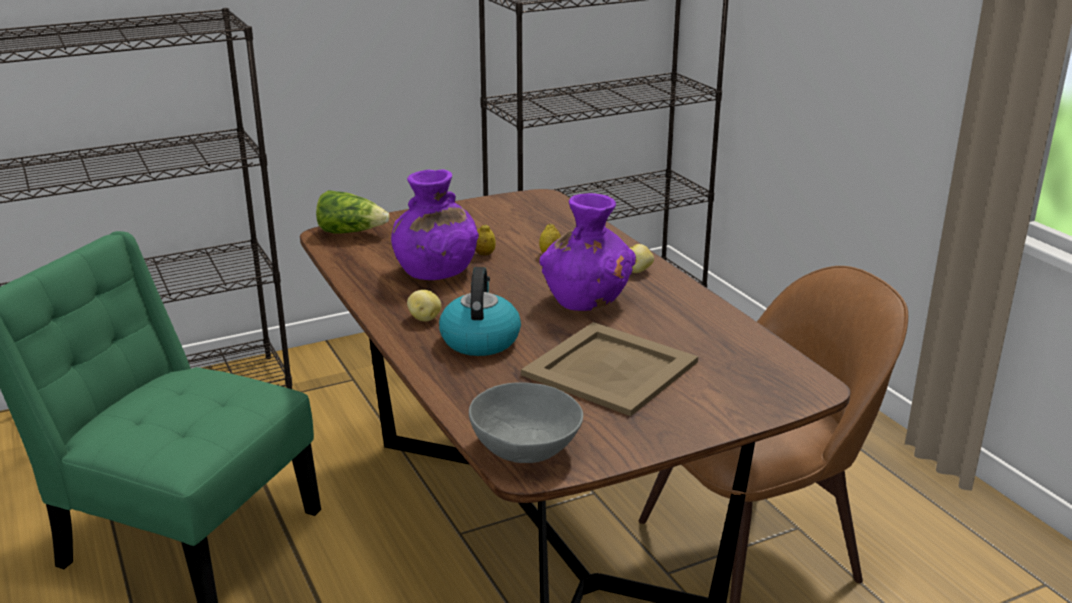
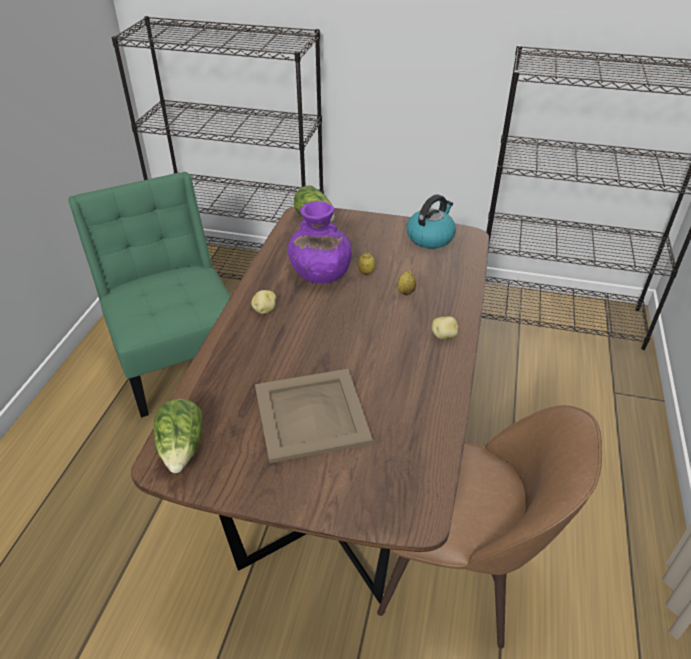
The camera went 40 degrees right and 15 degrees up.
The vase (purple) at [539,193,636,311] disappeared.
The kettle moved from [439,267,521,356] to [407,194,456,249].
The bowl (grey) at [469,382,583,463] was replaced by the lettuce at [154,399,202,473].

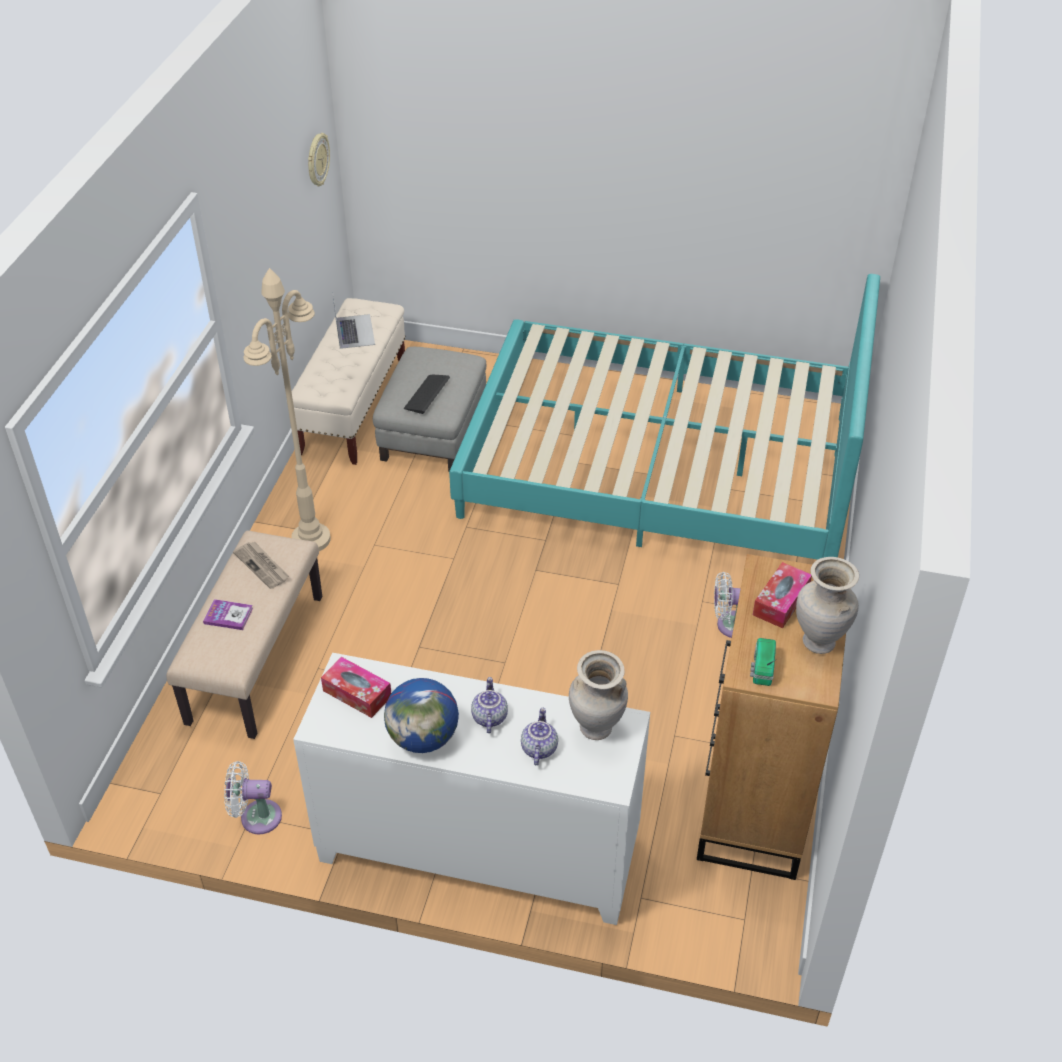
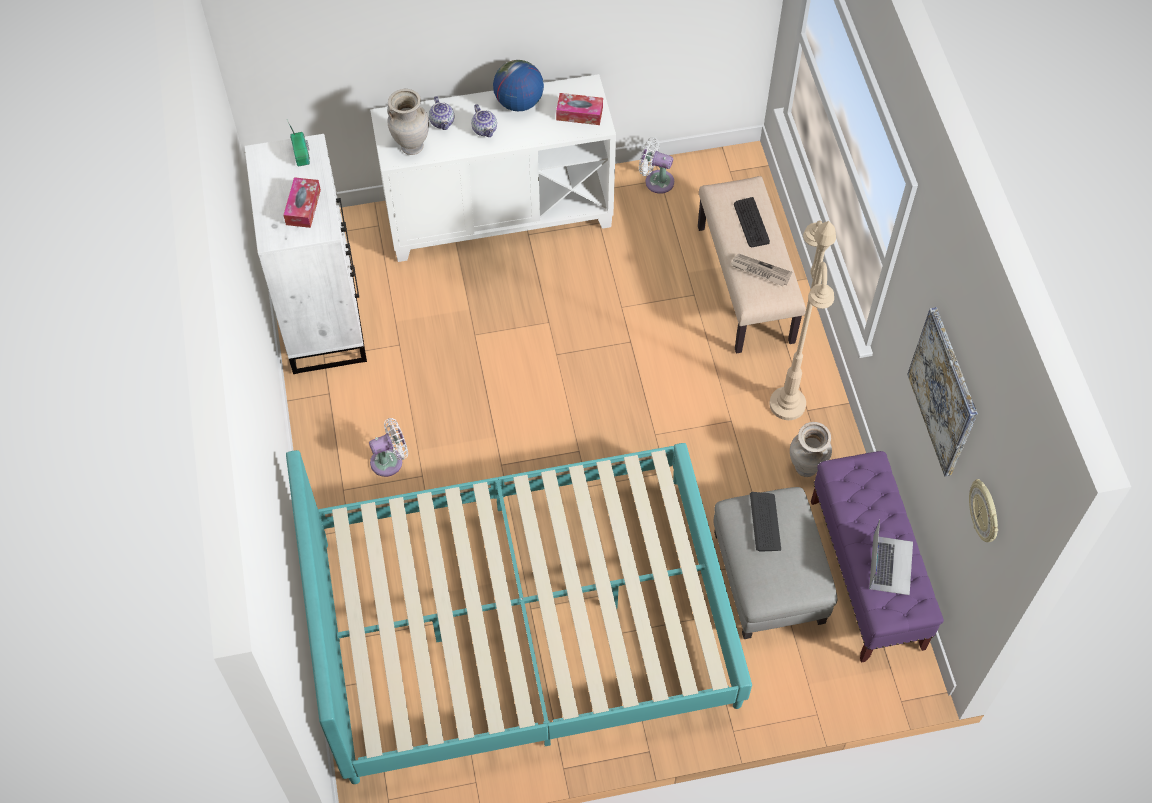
The camera went 155 degrees right and 15 degrees up.
The picture at [907,307,978,477] appeared.
The vase (beige) moved from [796,557,859,654] to [790,422,832,477].
The book at [203,599,253,630] was replaced by the keyboard at [734,197,770,247].
The bench (beige) at [292,298,405,465] became the bench (purple) at [811,451,944,663].
The dresser (brown) at [697,554,851,880] became the dresser (white) at [244,134,367,374].
The fan (white) at [224,761,282,834] turned 135 degrees counterclockwise.
The laptop at [332,291,375,349] turned 135 degrees counterclockwise.

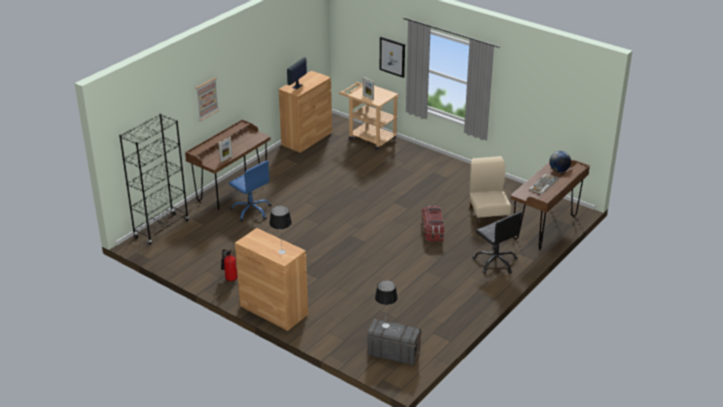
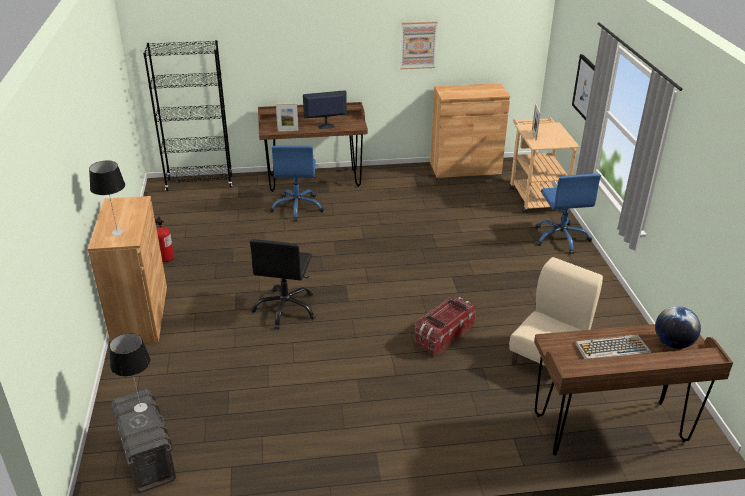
The camera went 45 degrees right and 0 degrees up.
The office chair (blue) at [536,174,601,254] appeared.
The picture moved from [196,77,219,121] to [400,21,438,69].
The monitor moved from [287,57,307,89] to [303,90,347,129].
The office chair (black) moved from [473,212,522,274] to [250,239,316,330].

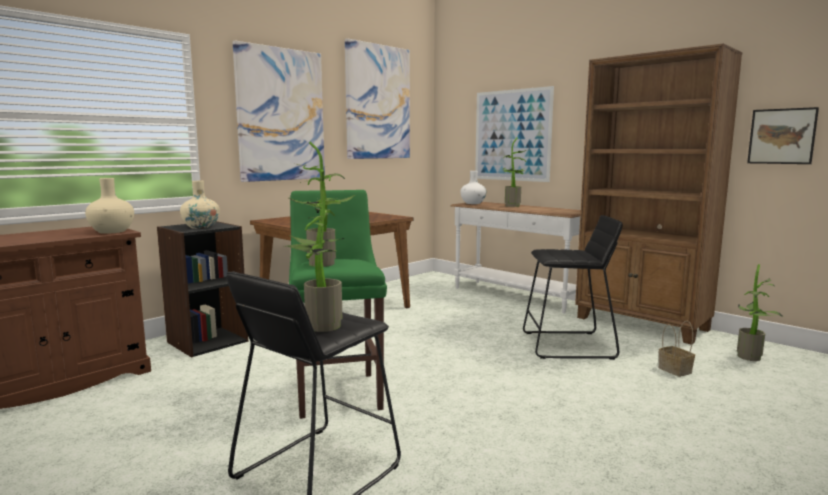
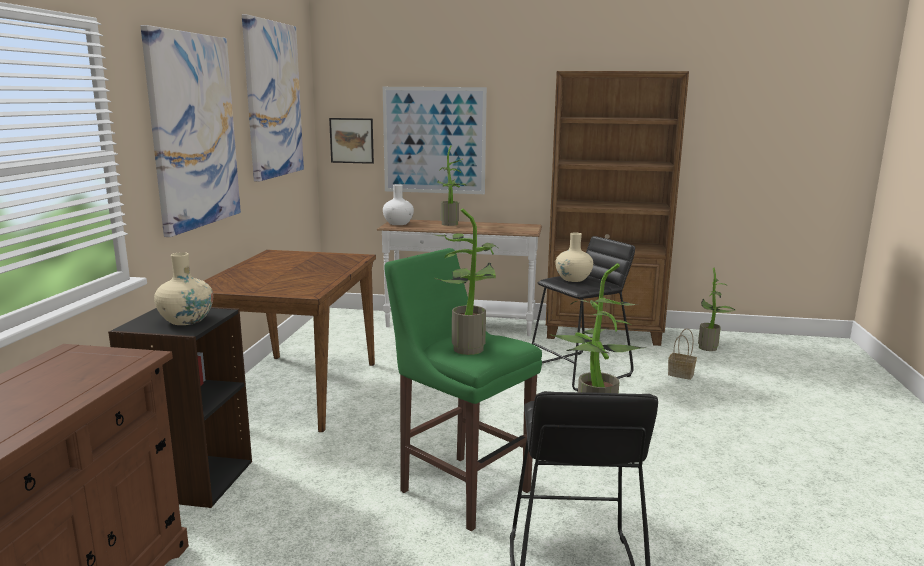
The camera went 35 degrees left and 5 degrees up.
The vase (beige) moved from [85,178,134,234] to [555,232,593,282].
The picture moved from [747,107,819,164] to [329,118,374,164].

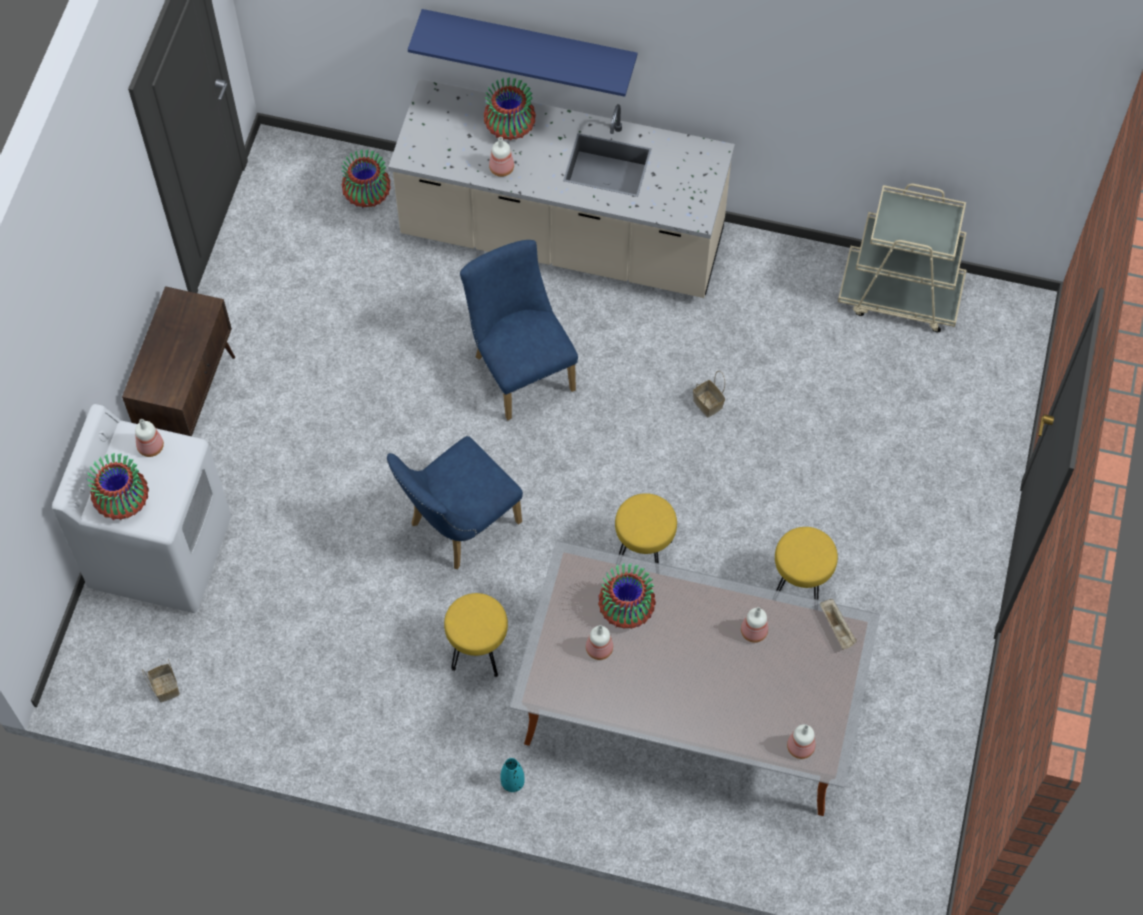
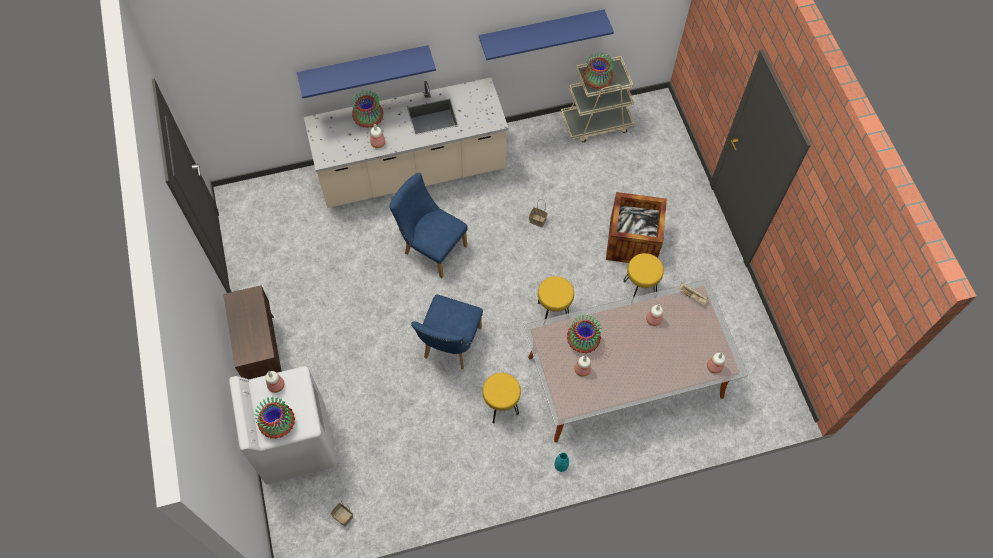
The camera went 30 degrees left and 0 degrees up.
The shelf (blue) at [479,9,614,60] appeared.
The crate at [606,192,667,263] appeared.
The vase moved from [341,149,390,208] to [583,52,614,89].

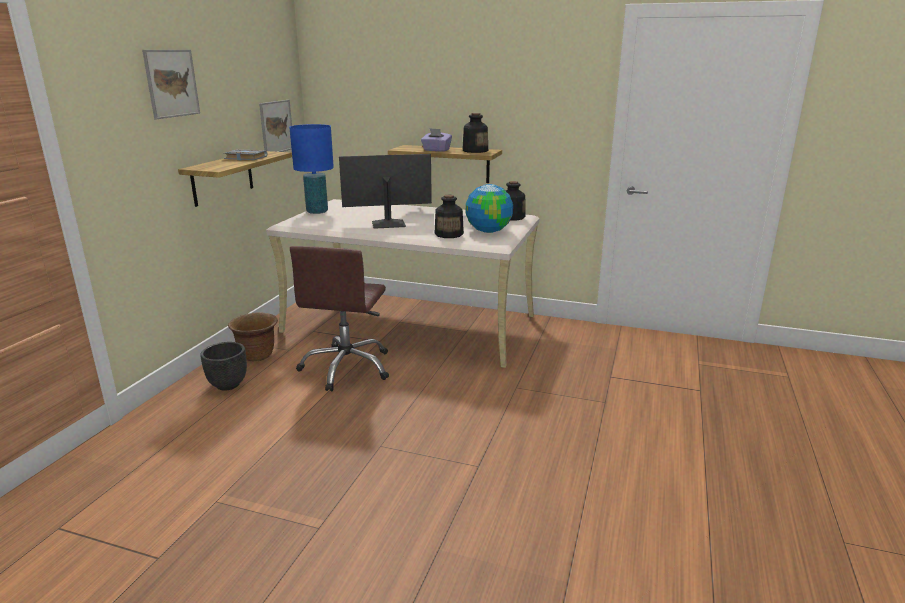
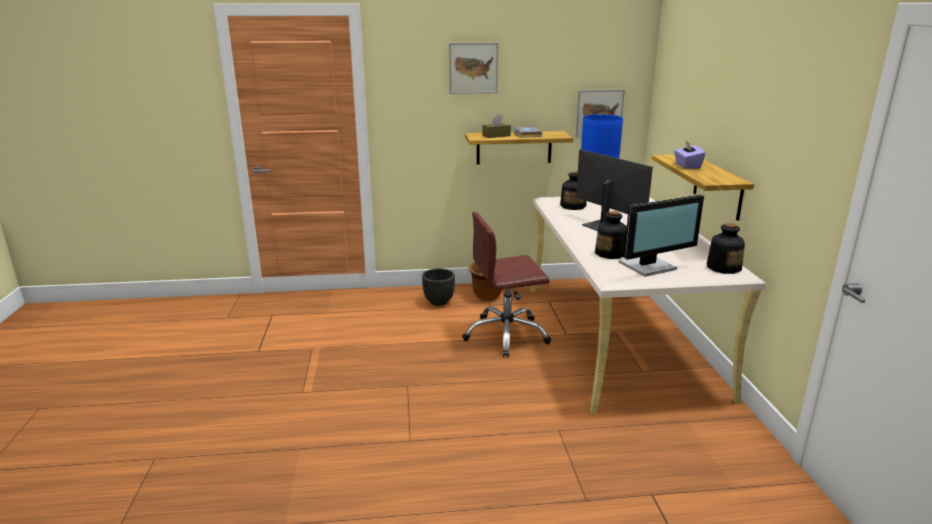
The camera went 65 degrees right and 0 degrees up.
The tissue box (brown) at [482,114,511,138] appeared.
The bottle moved from [463,113,488,153] to [560,171,587,210].
The globe at [466,184,513,233] was replaced by the monitor at [619,194,704,277].

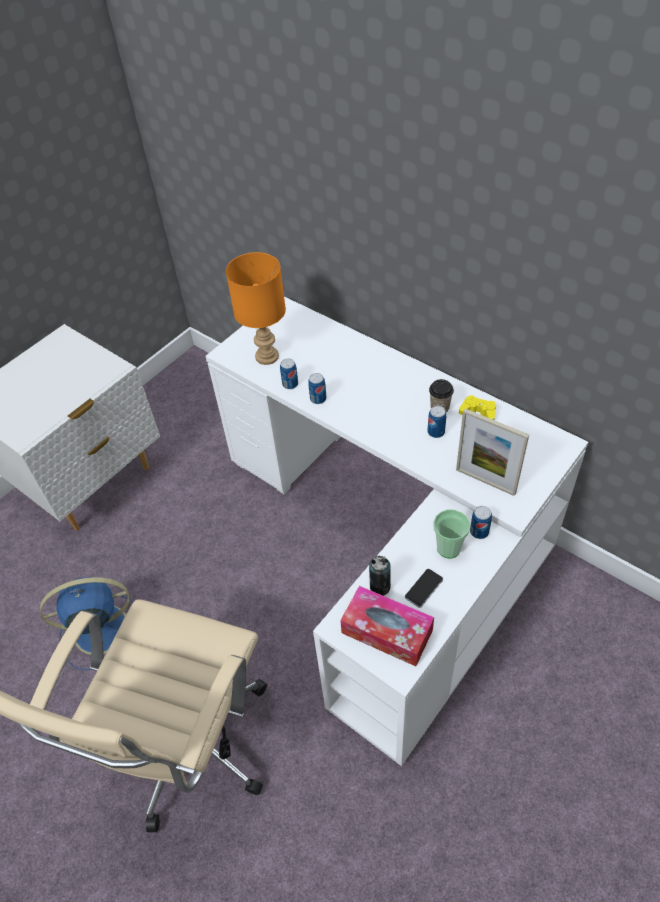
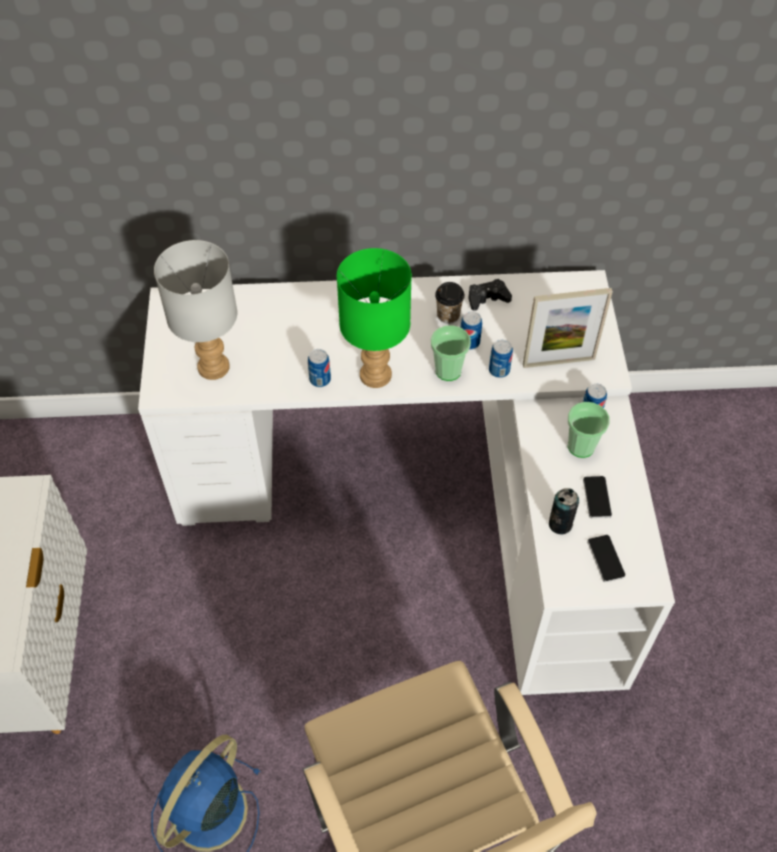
The camera went 45 degrees left and 5 degrees up.
The table lamp (green) at [337,248,412,388] appeared.
The cup at [431,325,471,381] appeared.
The can moved from [280,358,298,389] to [489,339,513,378].
The tissue box at [340,586,434,666] was replaced by the phone at [587,535,626,582].
The table lamp (orange) at [226,252,286,365] became the table lamp (grey) at [154,240,238,380].
The game controller (yellow) at [459,395,496,420] became the game controller (black) at [469,279,512,310].

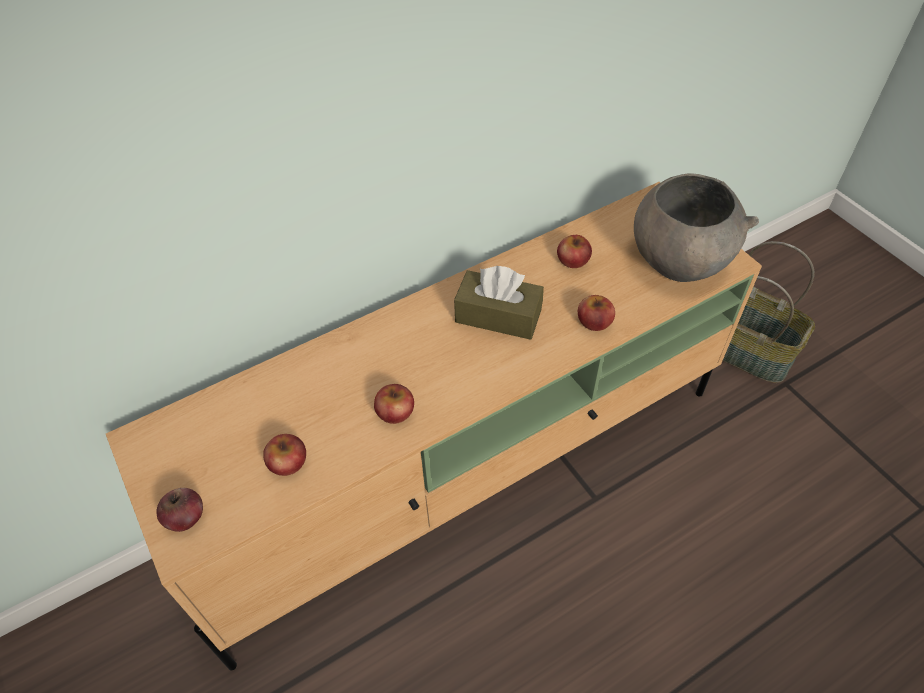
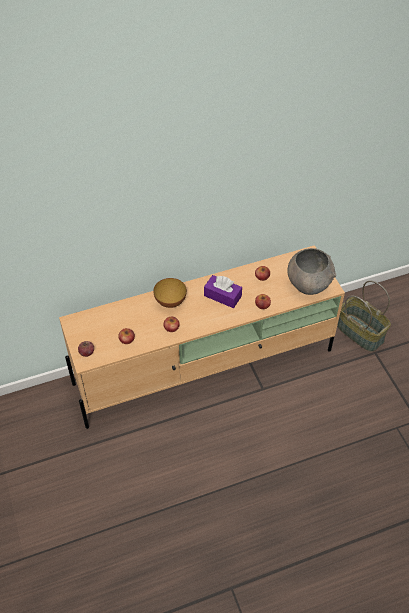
The camera went 10 degrees right and 0 degrees up.
The bowl at [153,278,187,308] appeared.
The tissue box (brown) at [454,266,544,340] became the tissue box (purple) at [204,275,242,308].

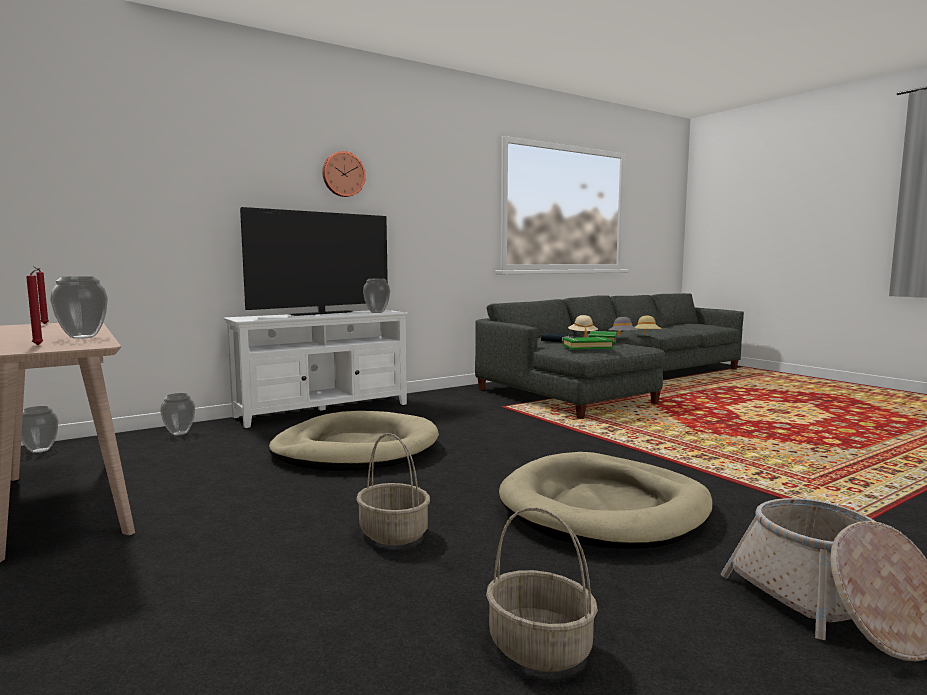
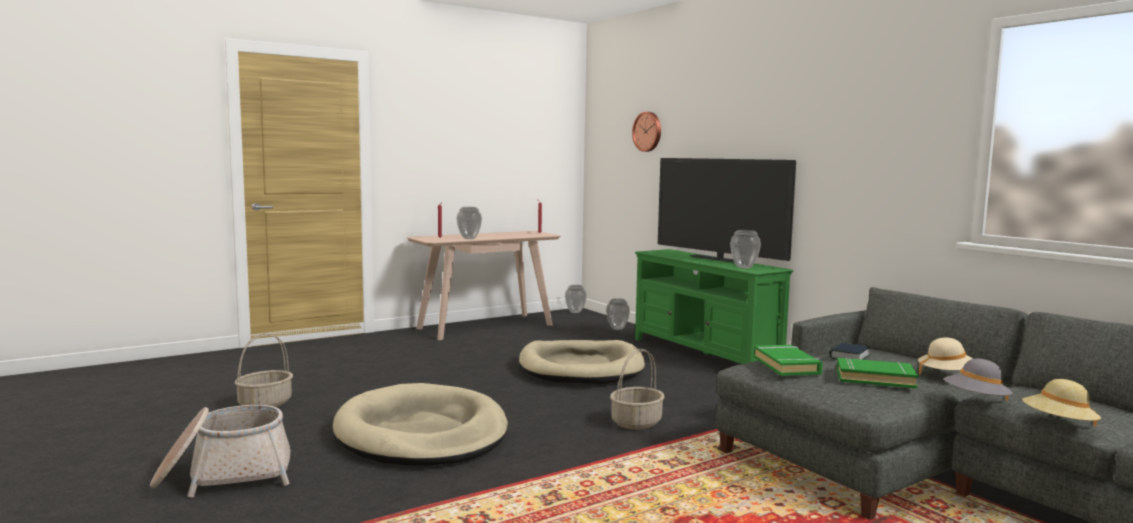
The camera went 90 degrees right and 0 degrees up.
The wall clock moved from [322,151,366,197] to [632,112,661,152].
The basket moved from [356,433,430,545] to [610,349,664,430].
The tv stand (white) at [223,310,408,428] became the tv stand (green) at [635,249,793,364].

